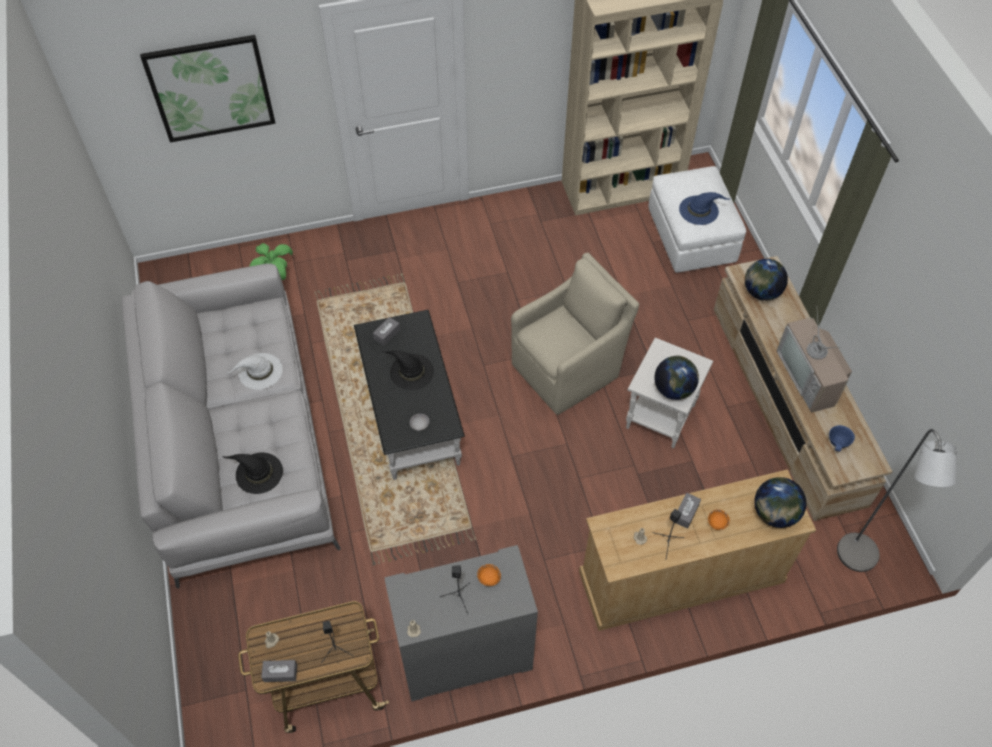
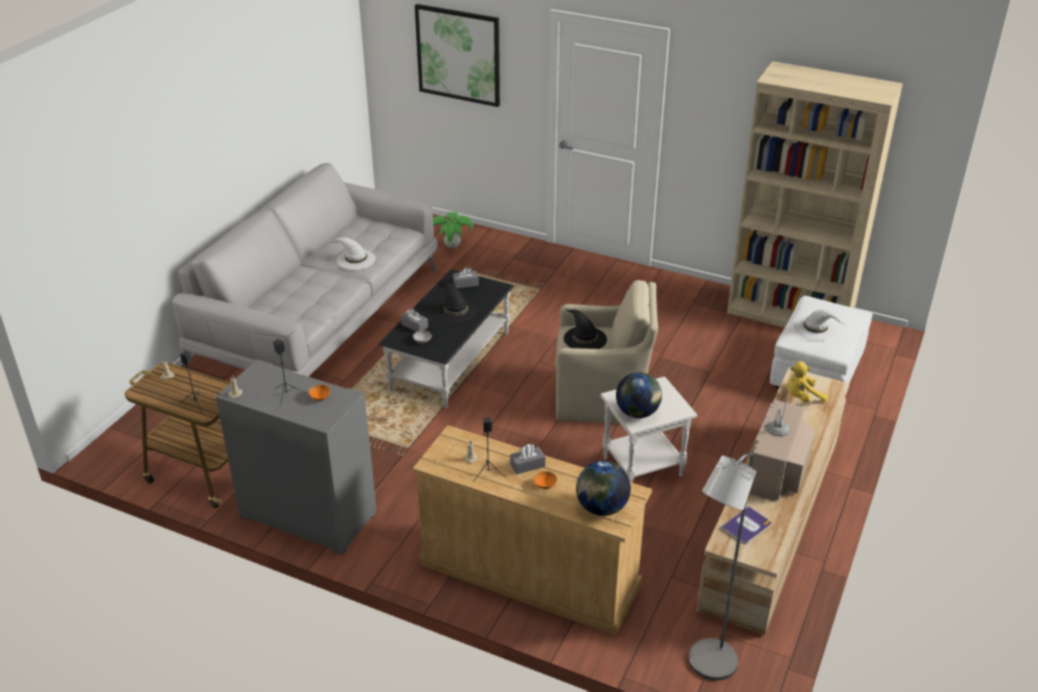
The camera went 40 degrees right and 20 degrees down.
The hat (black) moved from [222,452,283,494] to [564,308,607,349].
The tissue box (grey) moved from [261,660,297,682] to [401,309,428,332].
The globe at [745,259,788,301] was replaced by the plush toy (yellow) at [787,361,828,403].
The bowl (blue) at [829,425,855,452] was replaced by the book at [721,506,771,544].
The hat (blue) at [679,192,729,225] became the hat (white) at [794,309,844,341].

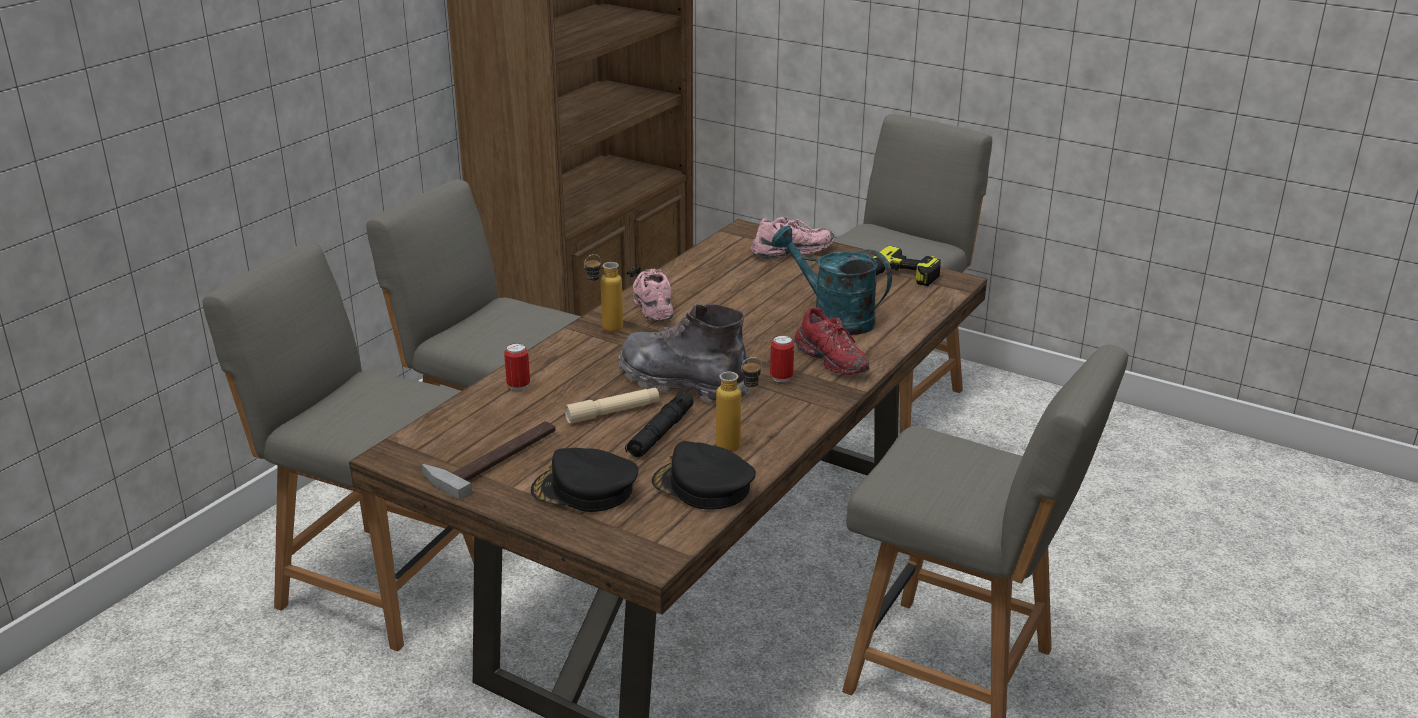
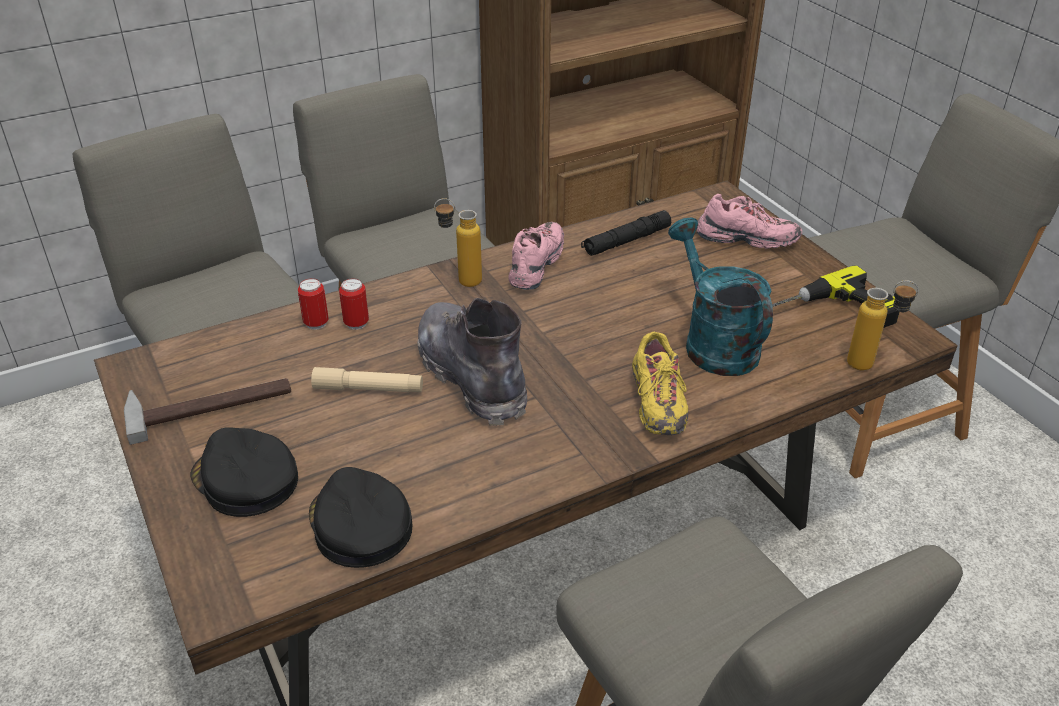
The camera went 30 degrees right and 10 degrees up.
The flashlight (black) moved from [625,392,694,458] to [581,210,671,256].
The bottle moved from [716,357,762,452] to [847,280,919,371].
The can moved from [770,335,794,382] to [339,278,369,330].
The shoe (red) at [795,308,870,375] became the shoe (yellow) at [632,331,688,435].

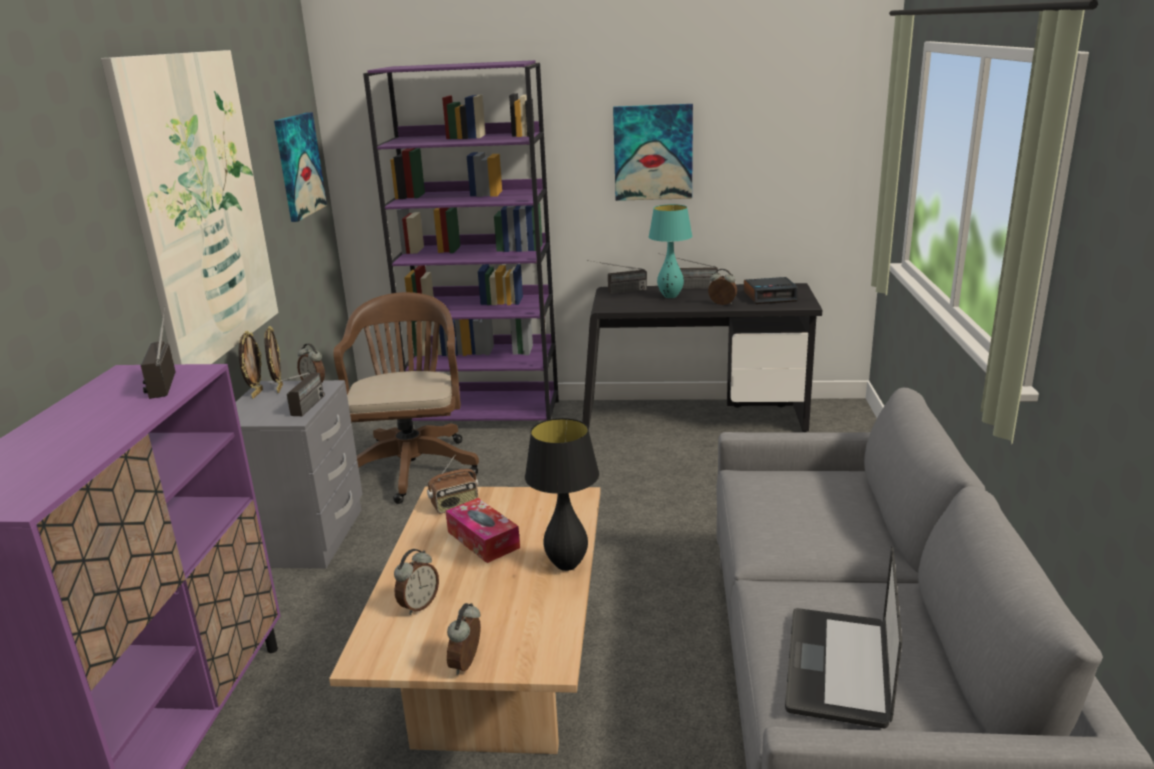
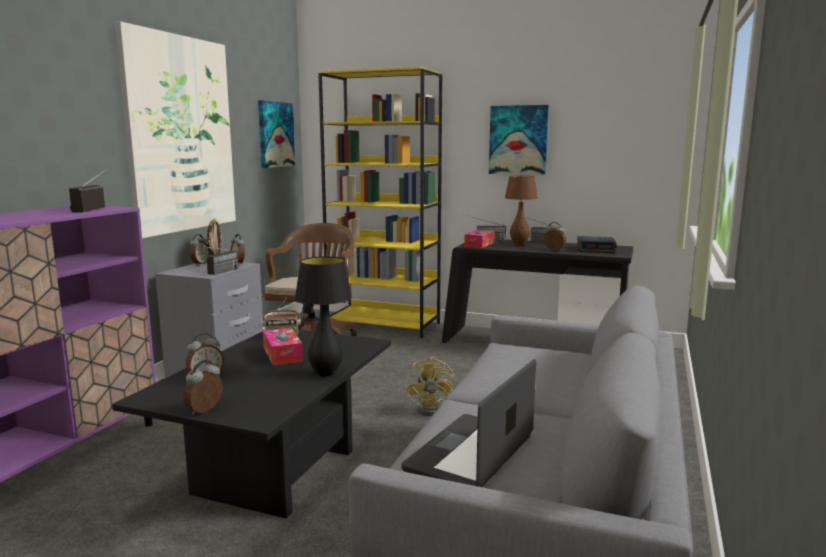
The camera went 15 degrees right and 10 degrees down.
The fan (yellow) at [405,357,456,416] appeared.
The tissue box at [464,230,495,248] appeared.
The picture frame at [238,330,263,399] was replaced by the alarm clock at [190,234,210,265].
The coffee table (beige) at [329,487,601,754] became the coffee table (black) at [112,329,391,519].
The bookcase (purple) at [363,60,559,429] became the bookcase (yellow) at [318,67,442,338].
The table lamp (turquoise) at [649,204,692,298] became the table lamp (brown) at [505,176,538,245].

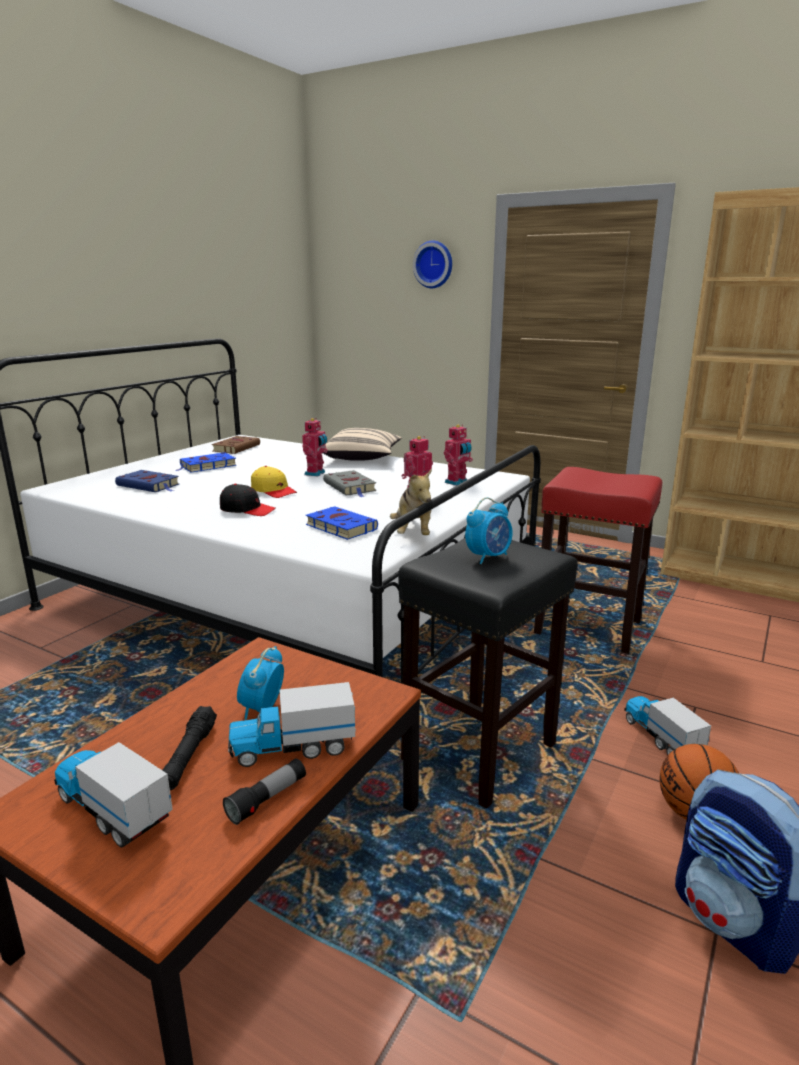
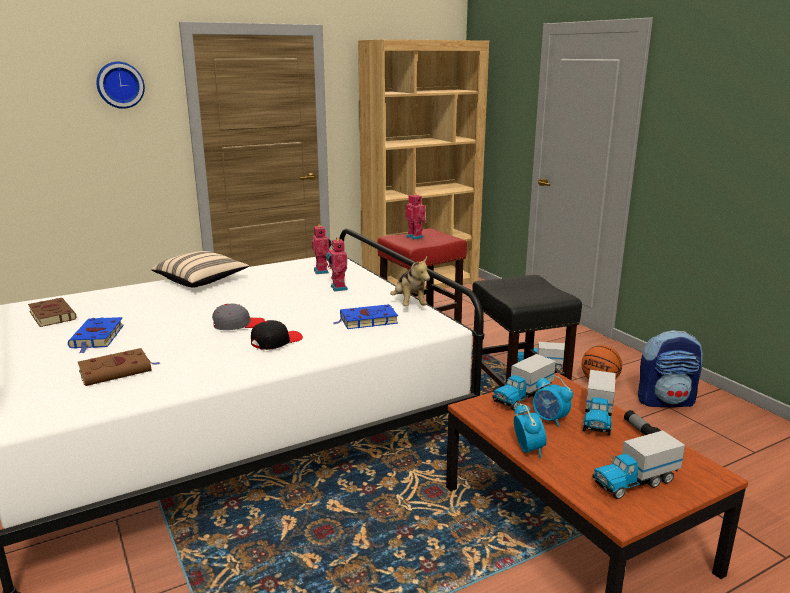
The camera went 60 degrees left and 0 degrees up.
The flashlight (black) at [162,706,217,790] disappeared.
The book (grey) at [323,470,376,497] disappeared.
The toy truck at [492,354,556,411] appeared.
The toy robot moved from [302,418,328,477] to [405,193,427,240].
The alarm clock moved from [465,497,512,564] to [514,403,547,458].
The book (blue) at [115,470,179,492] became the book (brown) at [78,348,161,386].
The cap (yellow) at [251,466,297,498] became the cap (grey) at [212,304,265,330].
The plush toy at [390,469,432,535] turned 45 degrees clockwise.

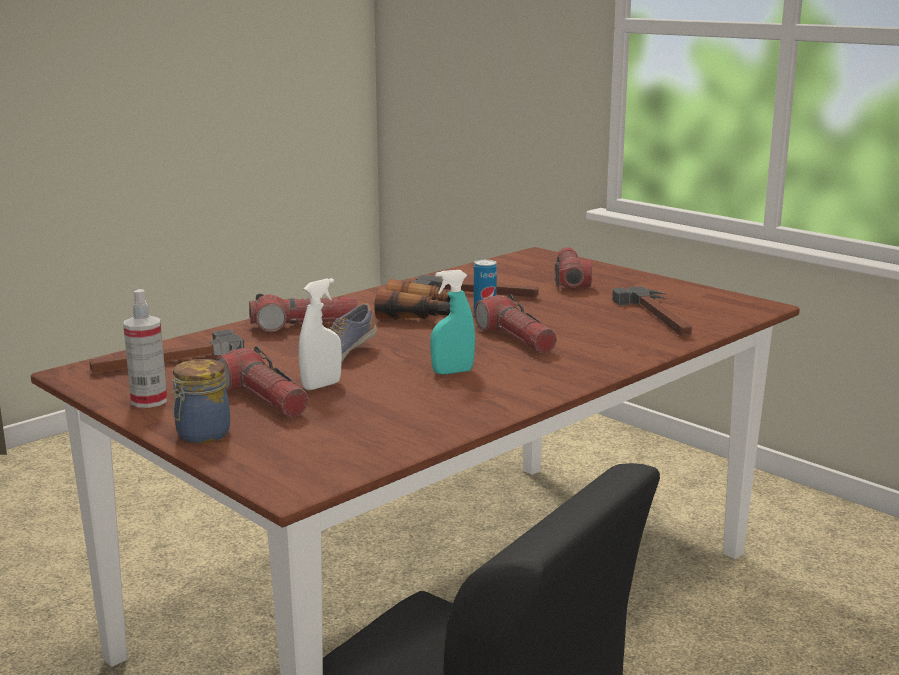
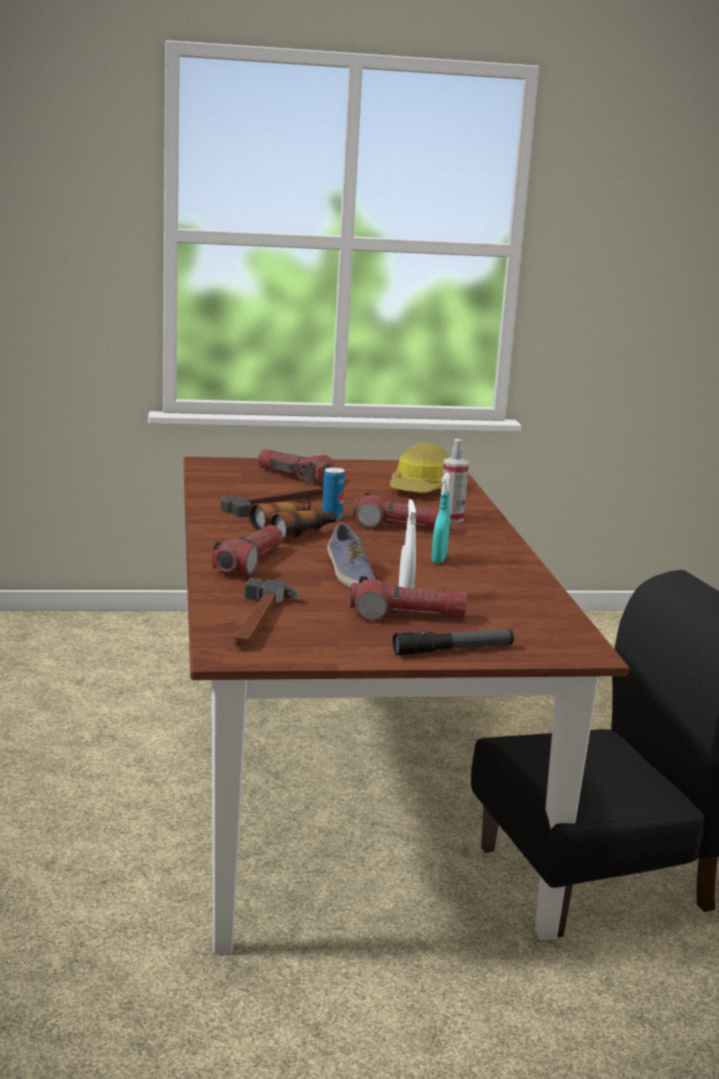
The camera went 55 degrees left and 0 degrees up.
The spray bottle moved from [123,289,167,408] to [443,439,469,523].
The jar at [171,359,230,443] was replaced by the flashlight at [393,629,514,655].
The hammer at [612,286,692,336] was replaced by the hard hat at [389,442,450,493].

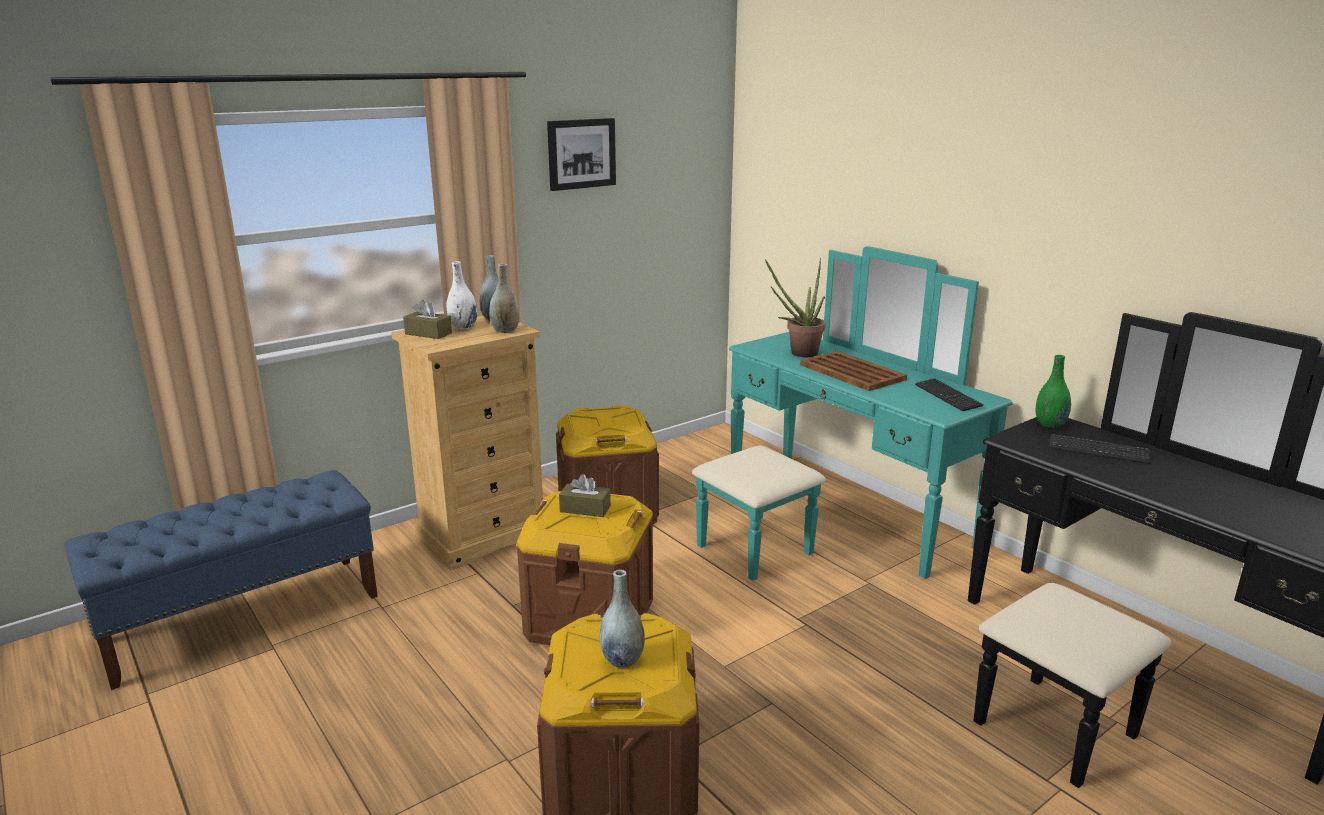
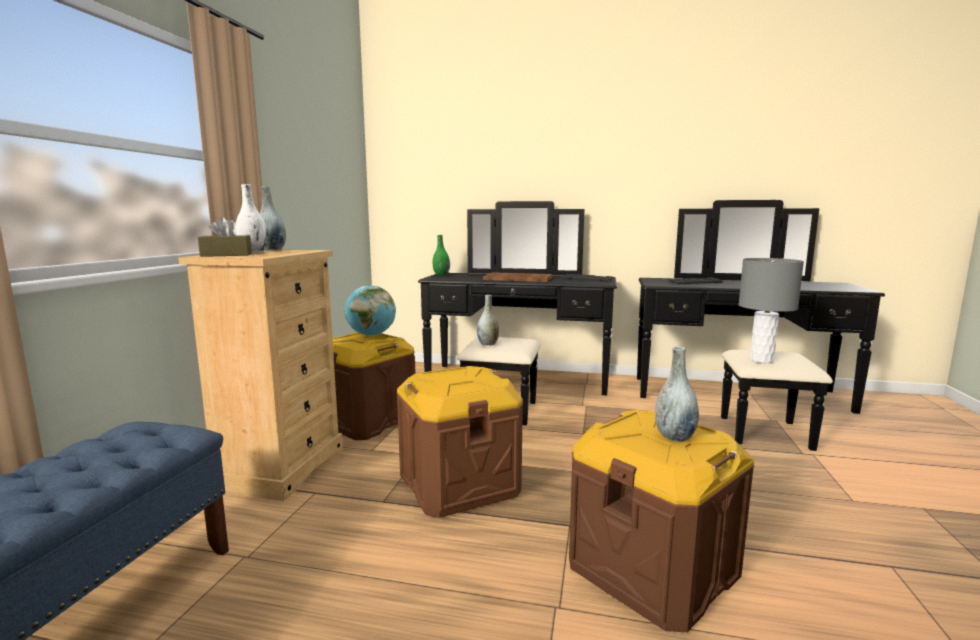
The camera went 40 degrees left and 10 degrees down.
The picture at [547,118,616,191] disappeared.
The tissue box (brown) at [559,474,611,517] disappeared.
The potted plant at [765,257,826,357] disappeared.
The globe at [345,286,396,336] appeared.
The table lamp (grey) at [739,258,804,363] appeared.
The vase (grey) moved from [489,264,520,333] to [477,295,499,346].
The vase (green) moved from [1036,355,1071,428] to [433,235,450,275].
The dresser (turquoise) at [692,246,1013,581] became the dresser (black) at [418,201,617,425].

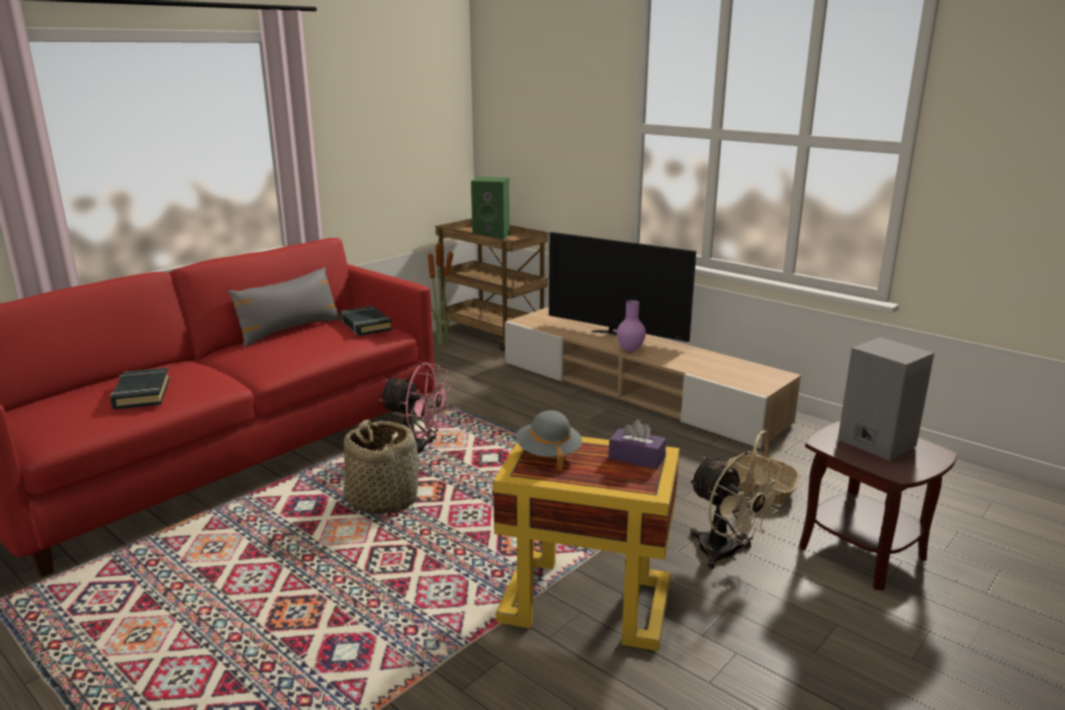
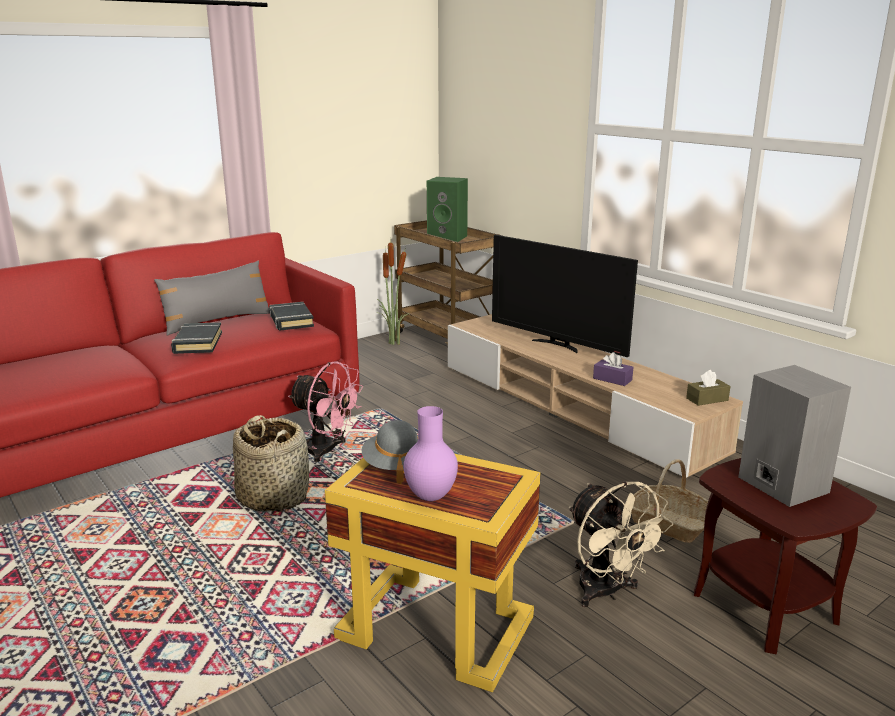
The camera went 10 degrees right and 0 degrees up.
The tissue box (brown) at [686,370,731,406] appeared.
The book (black) moved from [110,368,170,410] to [171,322,222,354].
The tissue box (purple) moved from [609,420,666,469] to [593,352,633,386].
The vase (purple) moved from [617,300,646,352] to [404,406,458,501].

